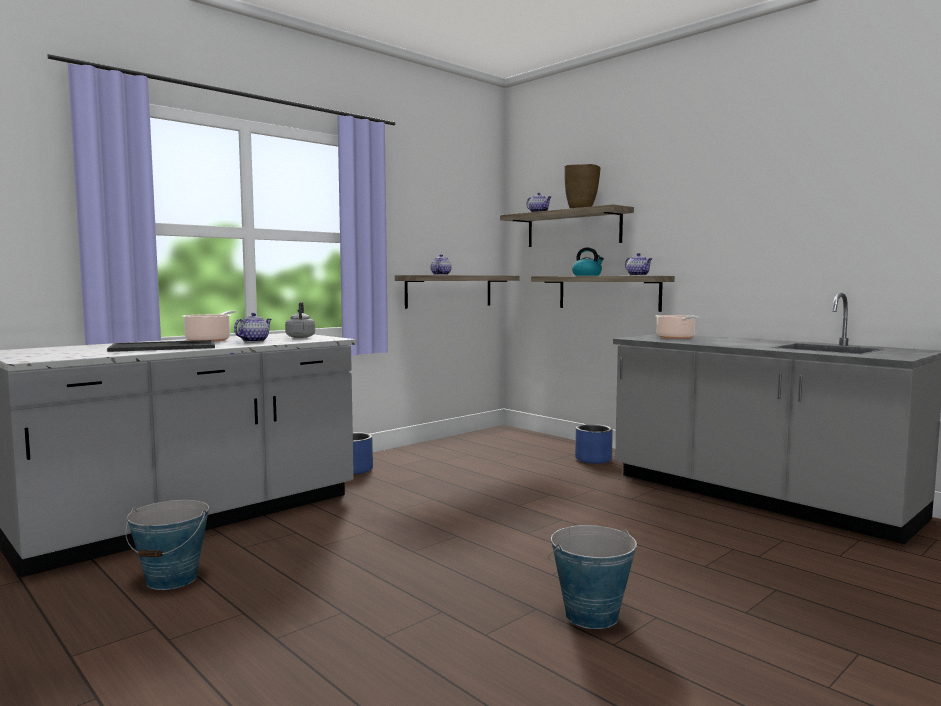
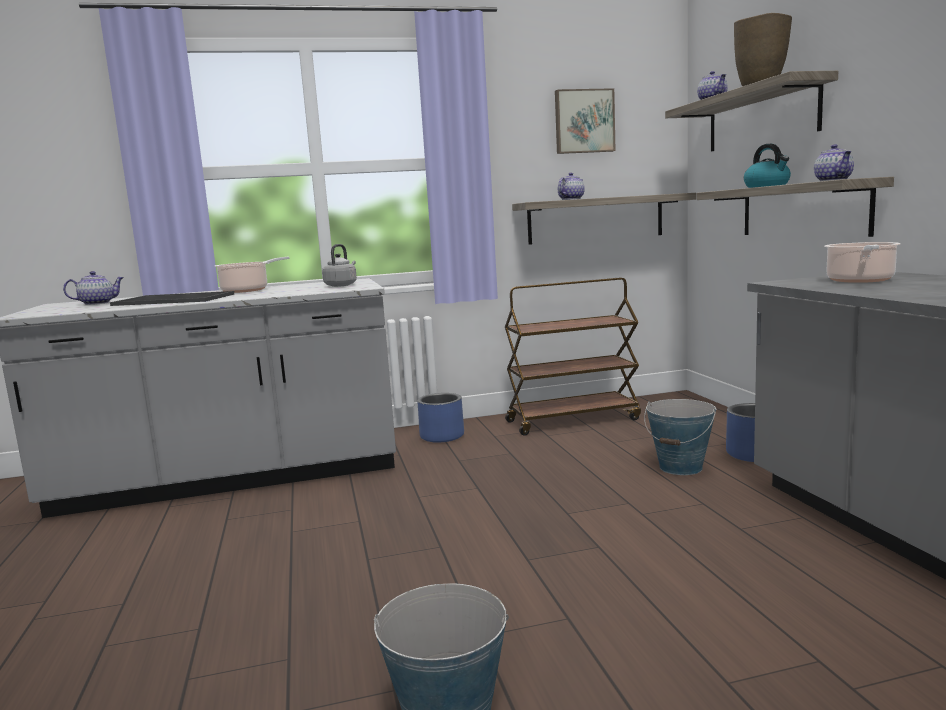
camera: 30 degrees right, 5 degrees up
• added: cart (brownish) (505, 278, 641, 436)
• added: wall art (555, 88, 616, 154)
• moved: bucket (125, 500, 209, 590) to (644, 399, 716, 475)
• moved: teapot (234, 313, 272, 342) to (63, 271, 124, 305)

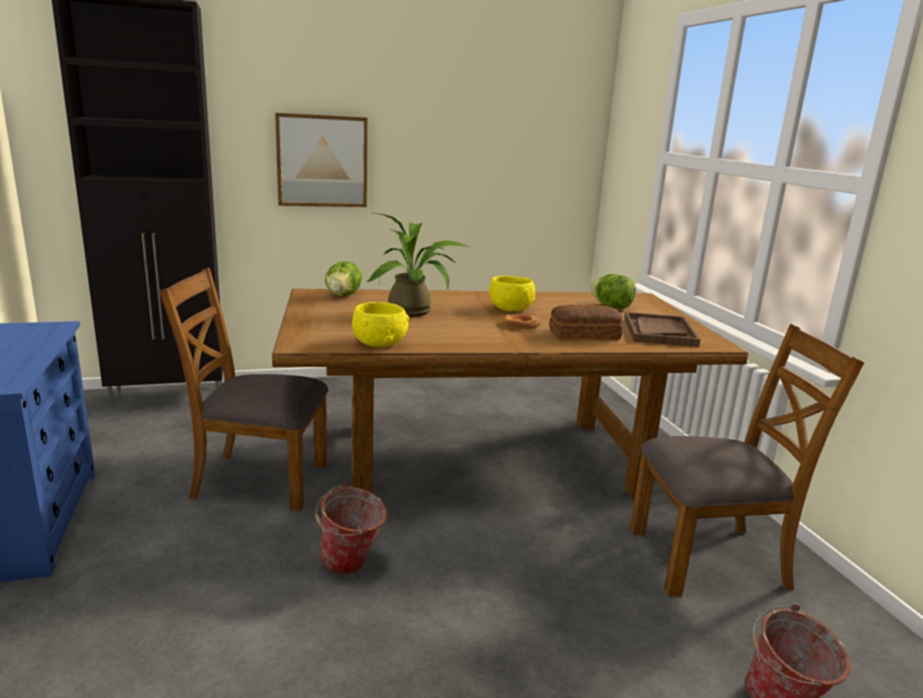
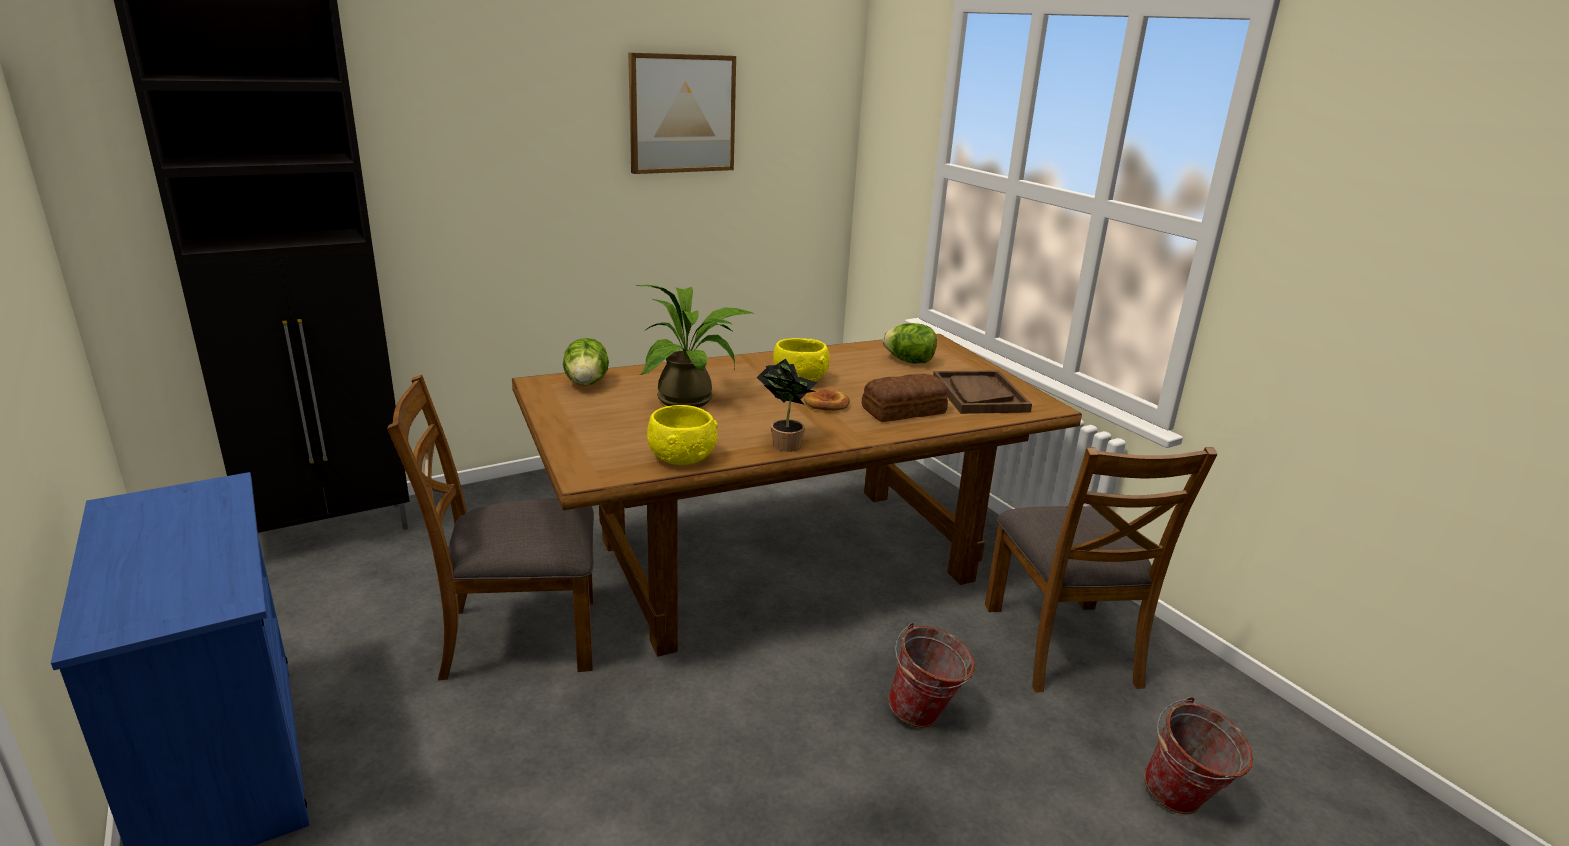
camera: 15 degrees left, 5 degrees up
• added: houseplant (757, 359, 818, 452)
• moved: wall art (275, 113, 367, 207) to (628, 52, 736, 174)
• moved: bucket (315, 482, 387, 574) to (888, 623, 975, 728)
• turned: plain chair (brownish) (630, 324, 865, 597) = (985, 447, 1218, 692) 105 degrees clockwise

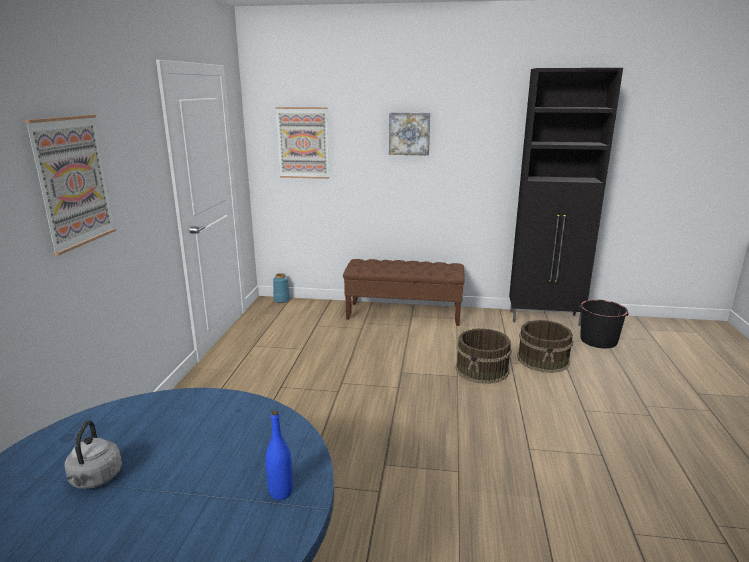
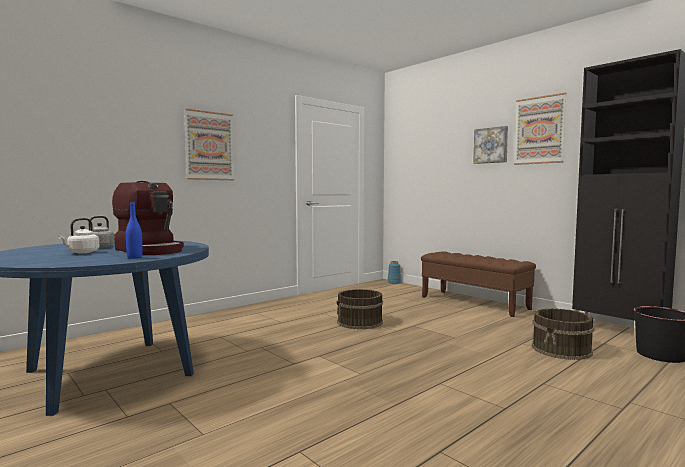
camera: 40 degrees right, 15 degrees down
• added: water kettle (white-coloured) (58, 218, 100, 253)
• added: coffee machine (112, 181, 184, 255)
• moved: wall art (276, 107, 329, 179) to (514, 92, 567, 165)
• moved: bucket (brownish) (456, 328, 511, 384) to (337, 289, 383, 329)

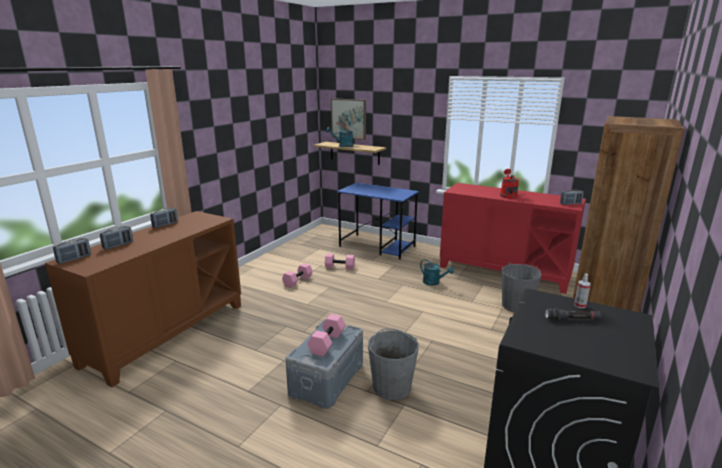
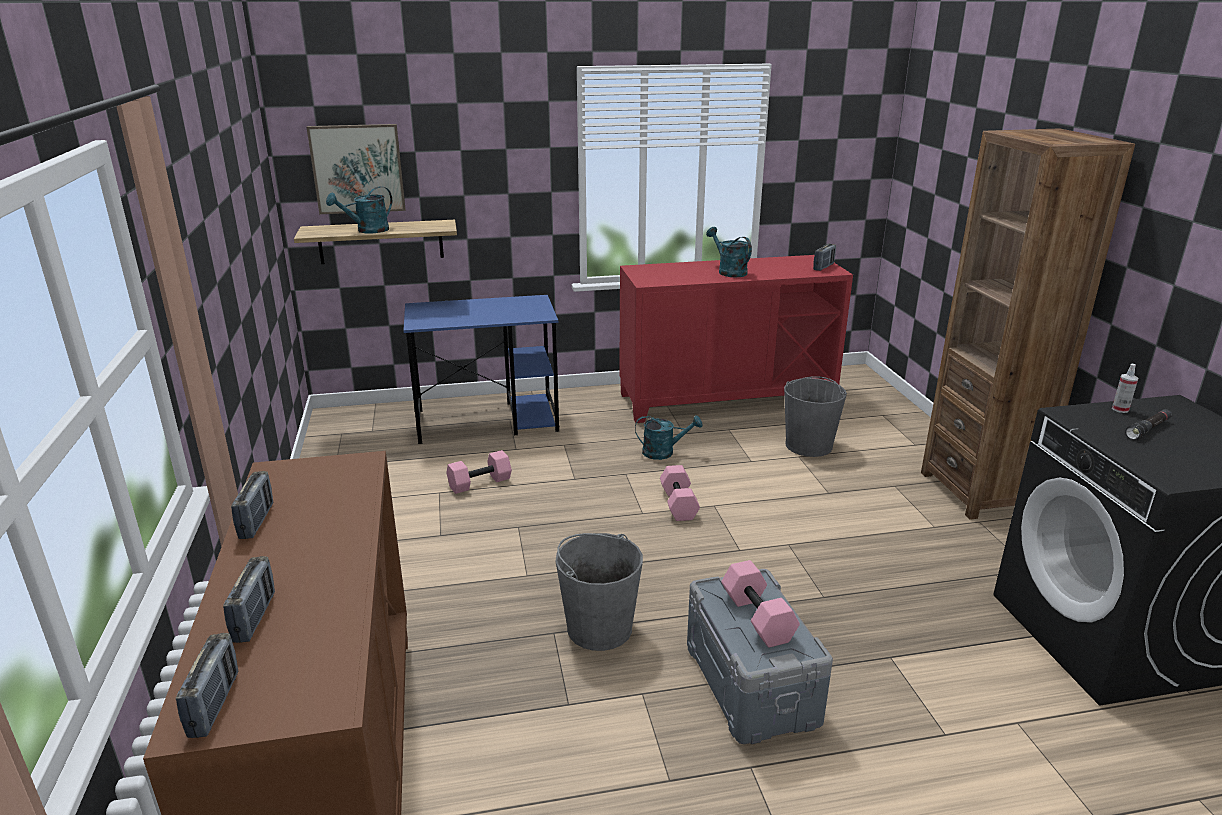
camera: 40 degrees left, 5 degrees up
• moved: free weight (pink) (282, 263, 313, 288) to (660, 465, 700, 521)
• moved: bucket (gray) (368, 328, 419, 400) to (556, 533, 643, 651)
• recoloured: watering can (reddish) (500, 169, 519, 199) to watering can (blue-green) (706, 227, 752, 277)

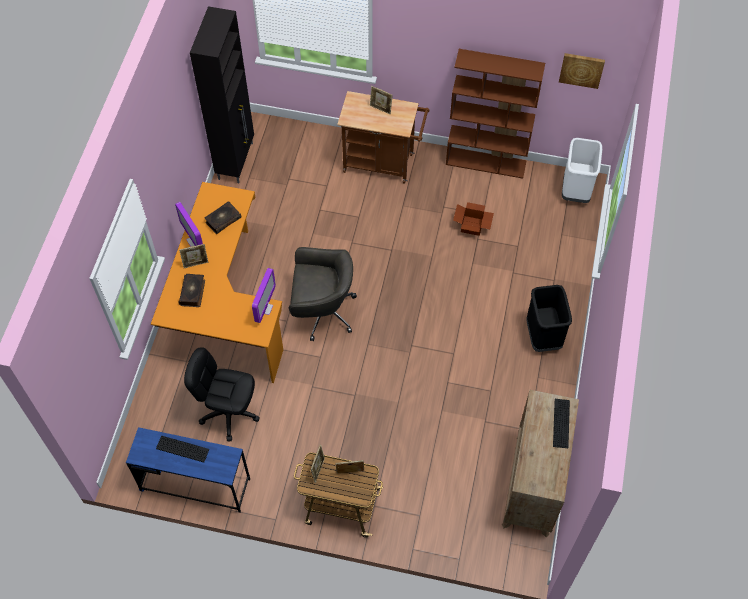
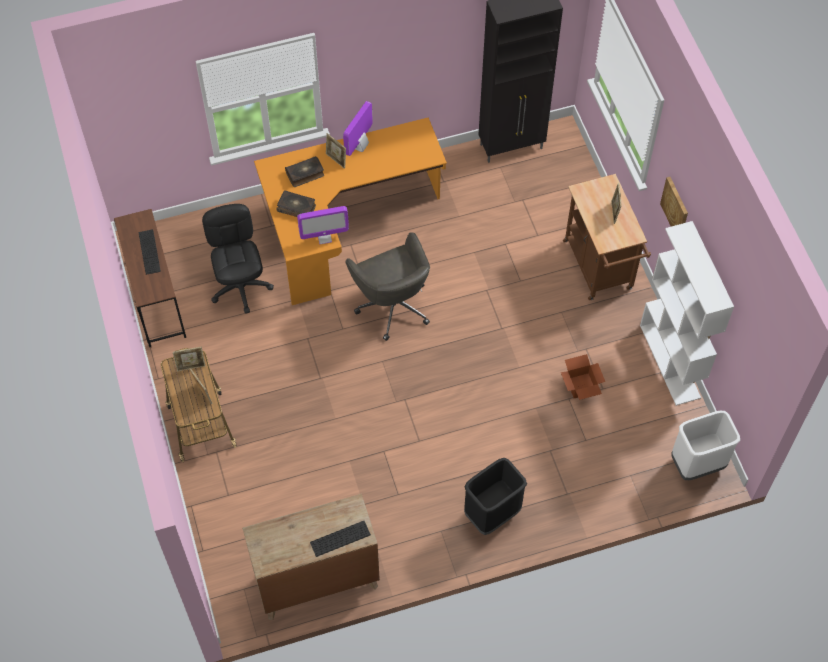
camera: 60 degrees right, 0 degrees up
• moved: volume (205, 201, 242, 234) to (277, 190, 316, 217)
• moved: wall art (559, 53, 605, 89) to (660, 177, 688, 227)
• recoloured: desk unit (blue-coloured) (126, 427, 250, 513) to desk unit (brownish) (114, 209, 186, 347)
• recoloured: bookcase (brownish) (446, 49, 545, 179) to bookcase (white-coloured) (640, 221, 734, 406)

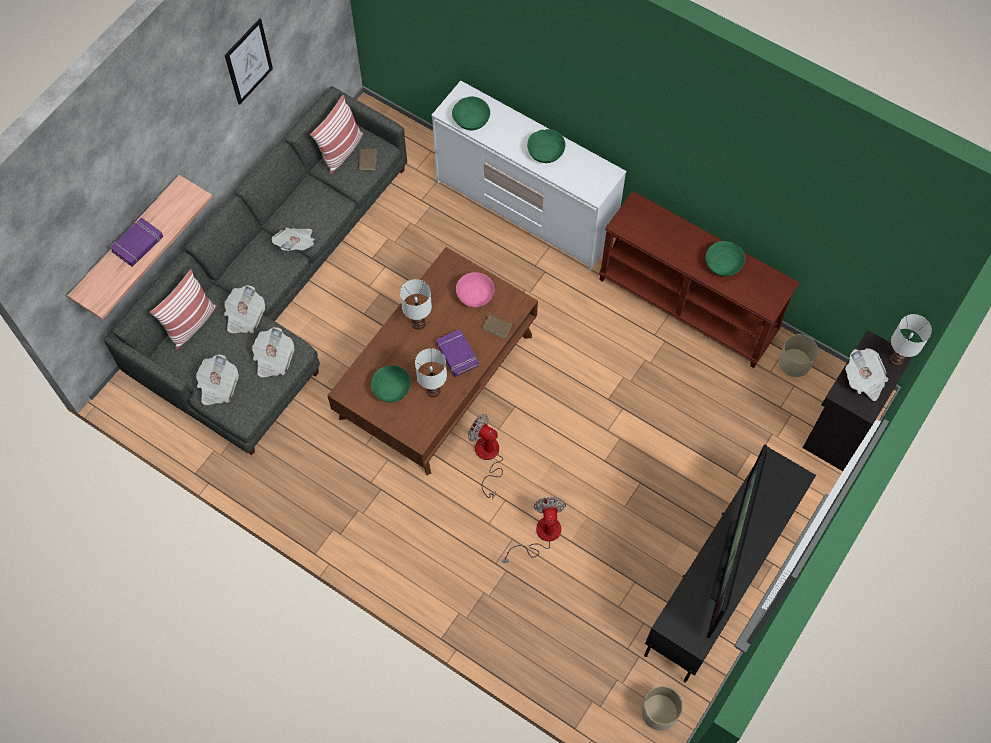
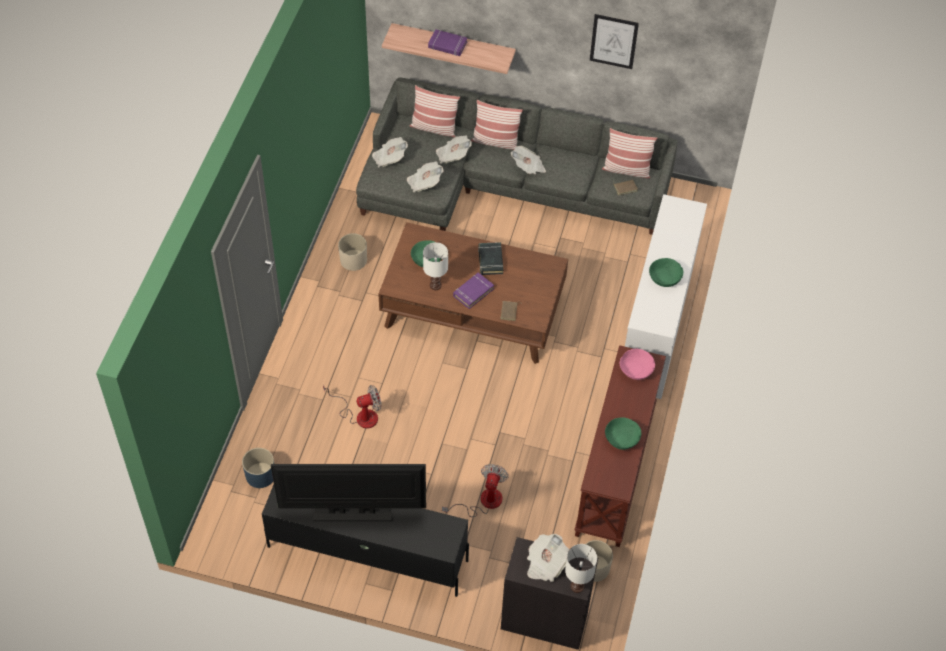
camera: 70 degrees right, 10 degrees down
• removed: serving bowl (green) (452, 96, 490, 130)
• added: planter (blue-coloured) (242, 448, 274, 488)
• added: throw pillow (471, 100, 523, 150)
• moved: serving bowl (pink) (456, 272, 495, 308) to (620, 349, 655, 380)
• moved: fan (468, 414, 503, 499) to (442, 464, 509, 517)
• moved: planter (beige) (641, 686, 683, 731) to (338, 233, 367, 271)
• replaced: table lamp (white-coloured) (400, 279, 432, 330) to volume (blackish) (478, 242, 504, 275)

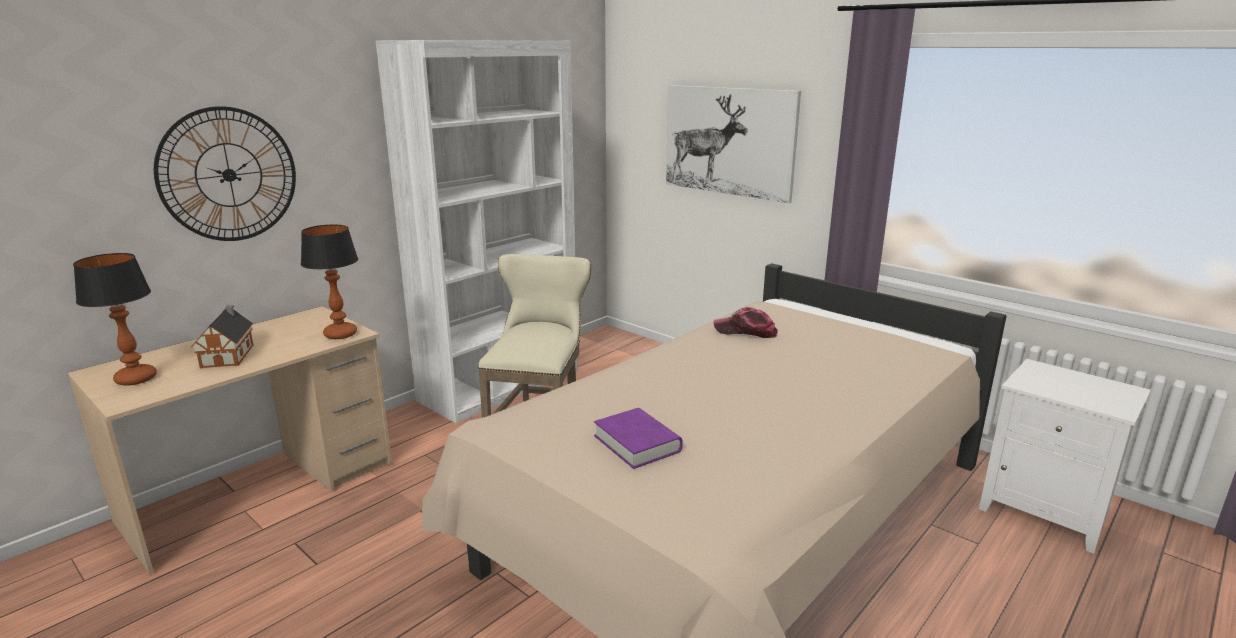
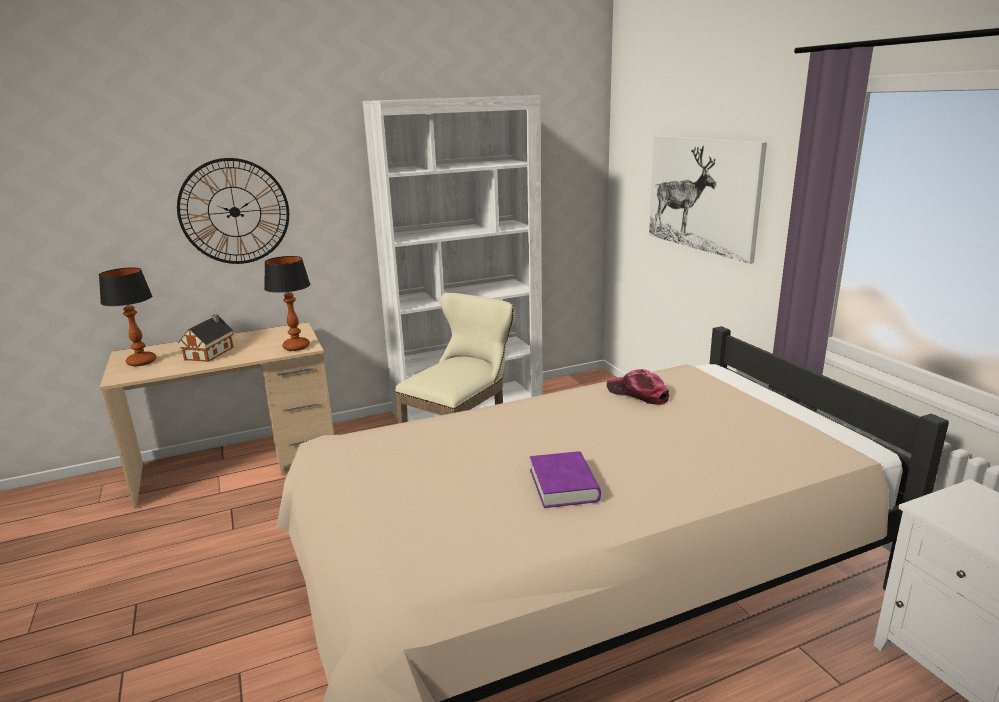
camera: 25 degrees right, 0 degrees up
• moved: volume (purple-coloured) (594, 408, 683, 469) to (530, 451, 601, 508)

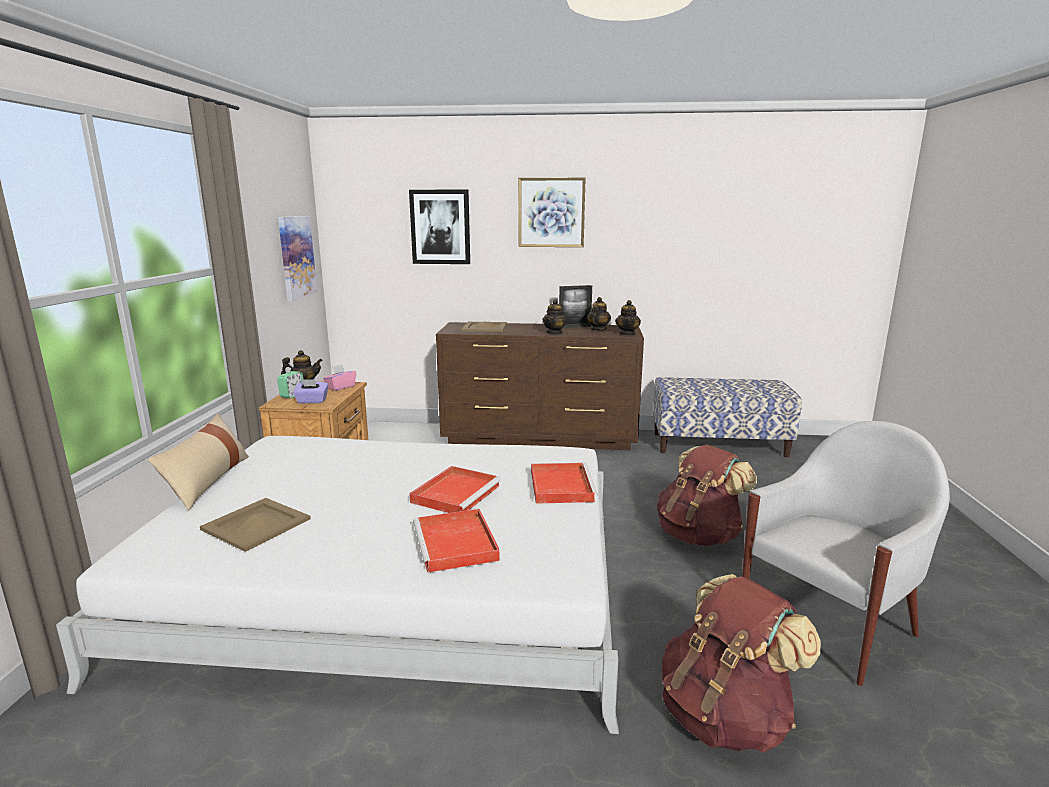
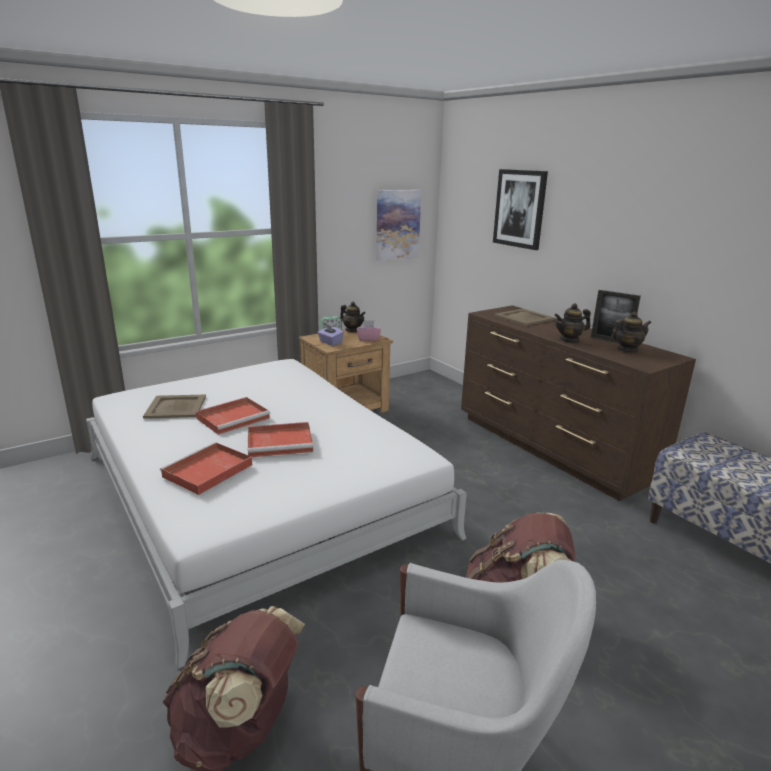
camera: 50 degrees right, 5 degrees up
• removed: throw pillow (beige) (148, 414, 249, 510)
• removed: wall art (518, 178, 586, 247)
• removed: teapot (615, 300, 641, 335)
• moved: tray (reddish) (531, 463, 598, 504) to (195, 397, 270, 435)

